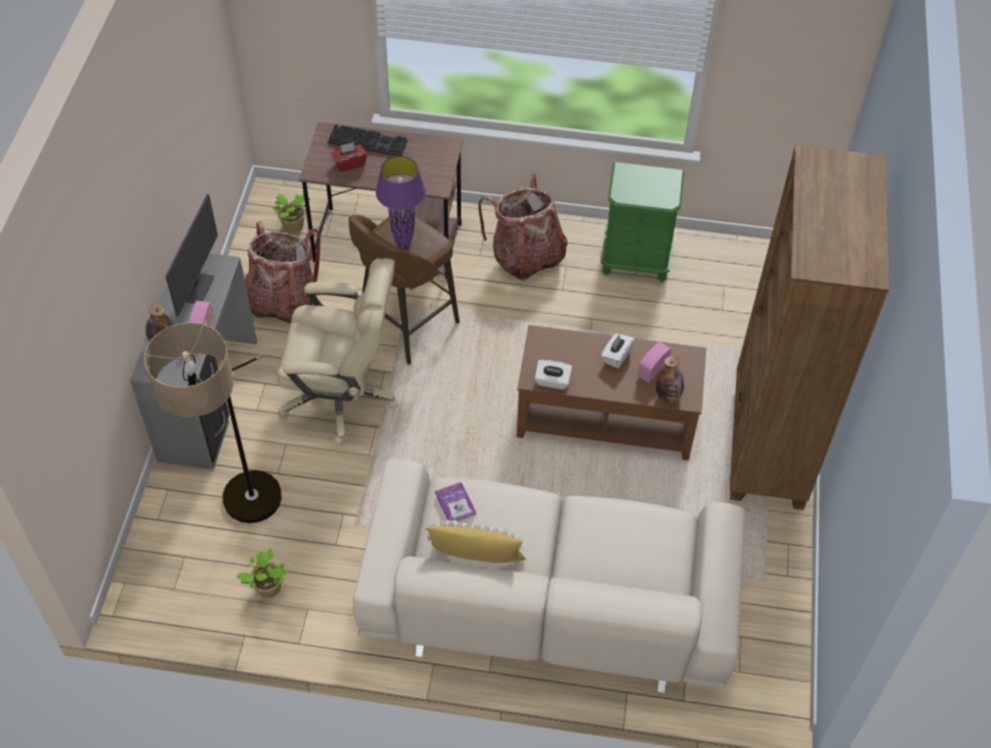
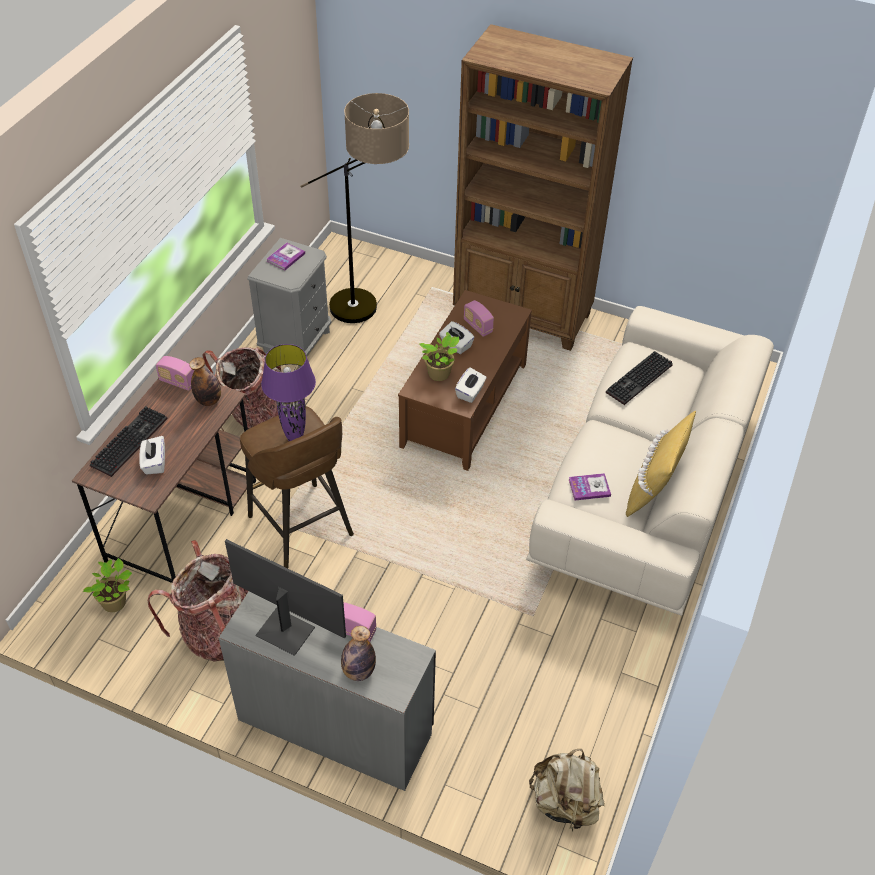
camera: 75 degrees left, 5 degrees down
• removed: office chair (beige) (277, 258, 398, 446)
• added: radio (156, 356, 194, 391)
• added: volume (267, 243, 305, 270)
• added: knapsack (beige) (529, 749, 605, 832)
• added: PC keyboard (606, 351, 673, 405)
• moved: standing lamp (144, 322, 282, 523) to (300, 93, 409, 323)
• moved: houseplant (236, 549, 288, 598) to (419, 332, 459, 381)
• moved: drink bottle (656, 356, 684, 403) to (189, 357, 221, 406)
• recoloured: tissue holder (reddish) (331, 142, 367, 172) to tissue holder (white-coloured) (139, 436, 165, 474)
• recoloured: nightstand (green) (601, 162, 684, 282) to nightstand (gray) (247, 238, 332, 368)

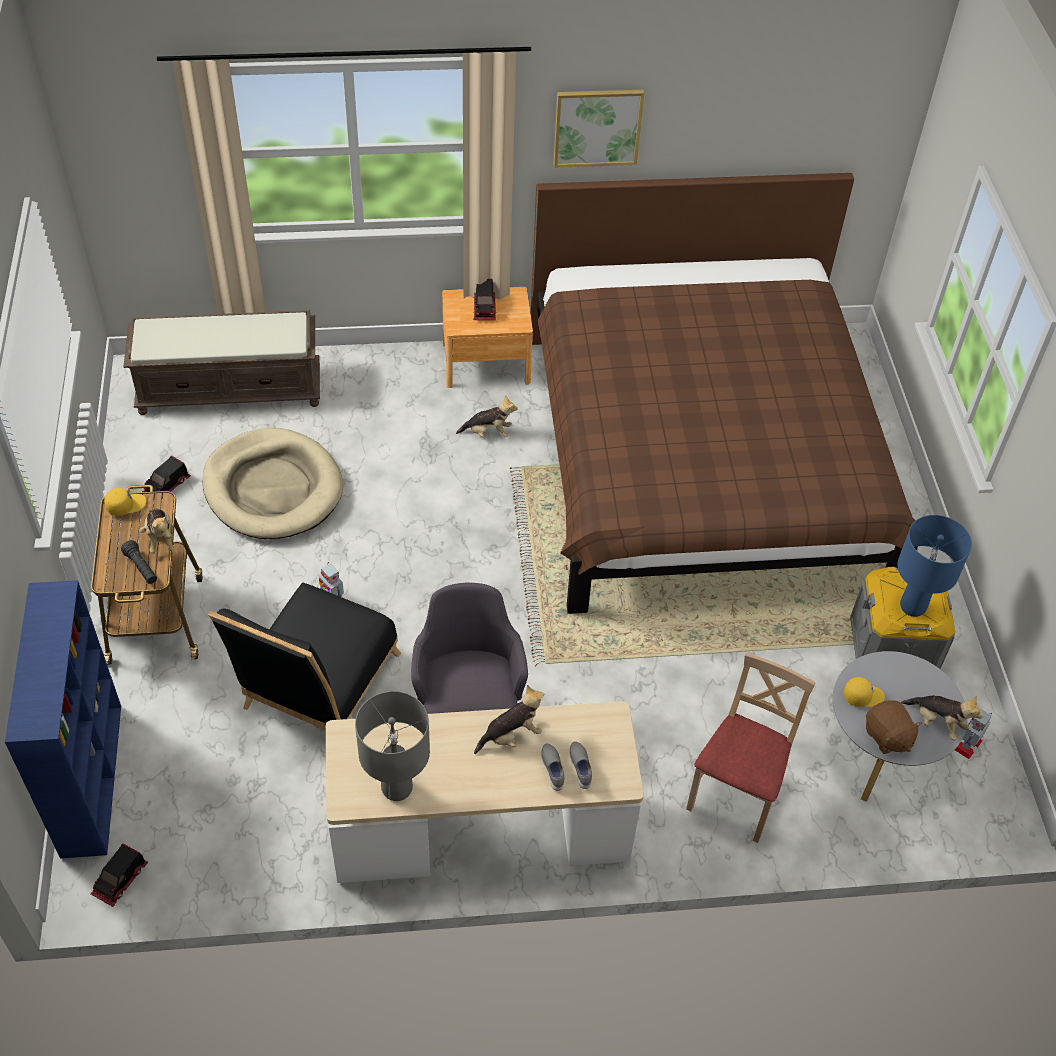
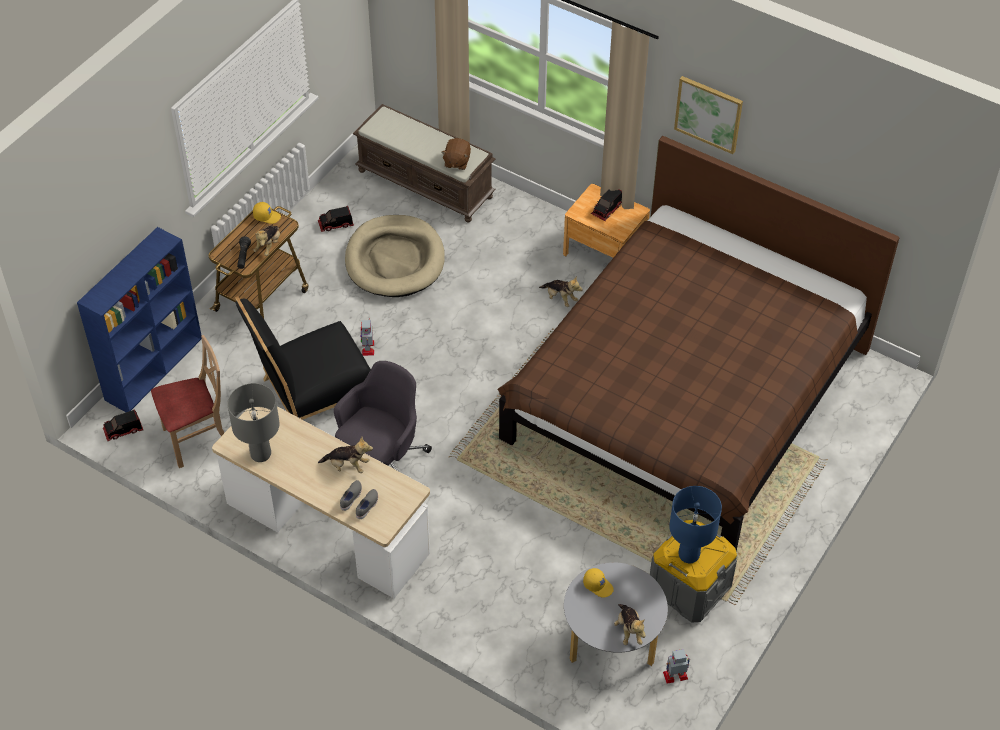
camera: 40 degrees right, 0 degrees up
• moved: plain chair (beige) (686, 653, 815, 843) to (151, 335, 225, 468)
• moved: plush toy (brownish) (866, 700, 922, 754) to (441, 138, 471, 170)

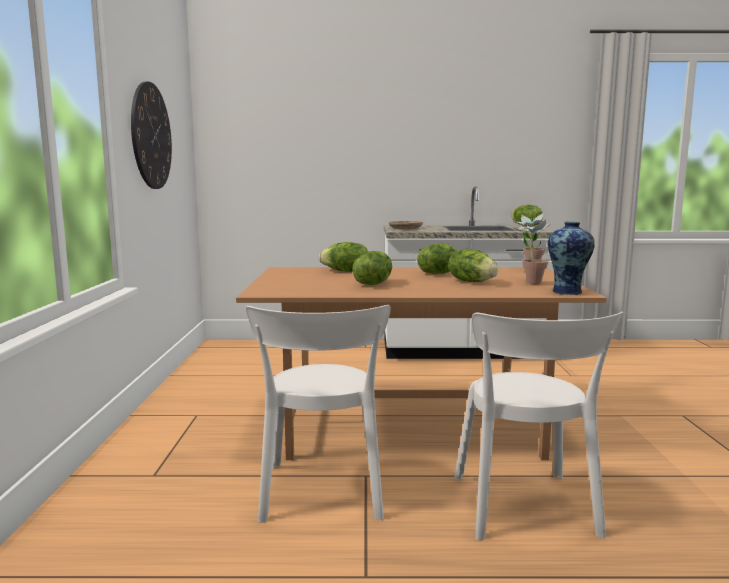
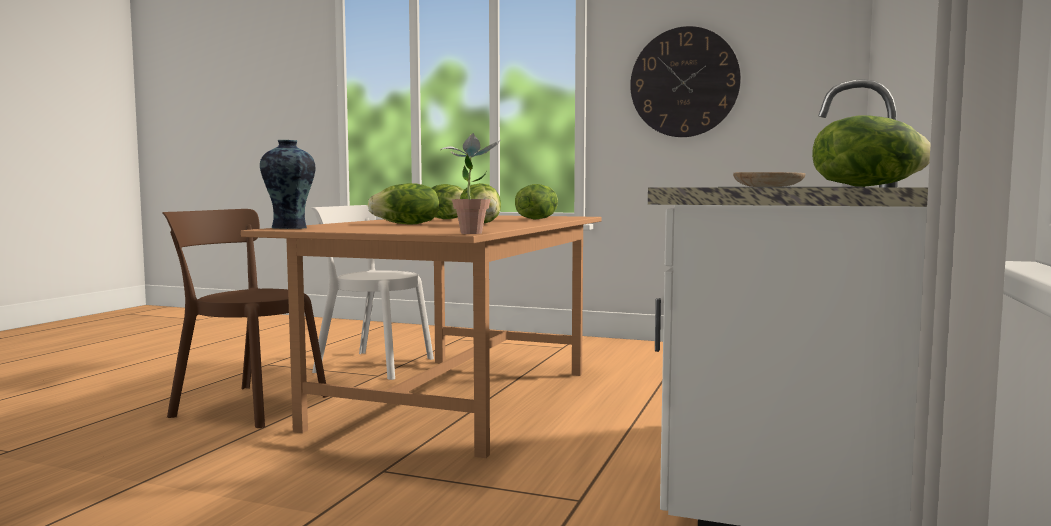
camera: 110 degrees right, 5 degrees down
• removed: houseplant (514, 218, 552, 284)
• recoloured: plain chair (white-coloured) (454, 311, 624, 540) to plain chair (brownish) (162, 209, 328, 428)

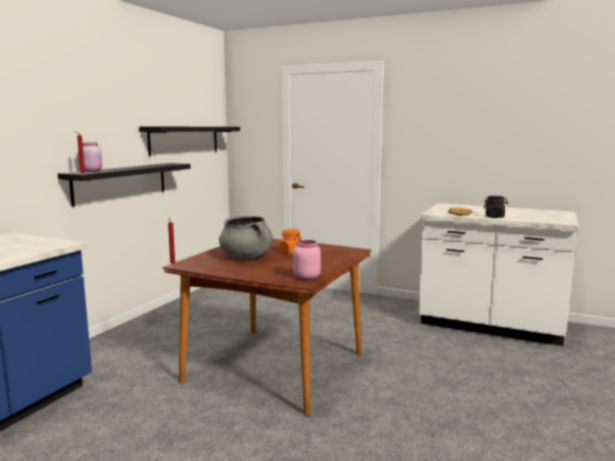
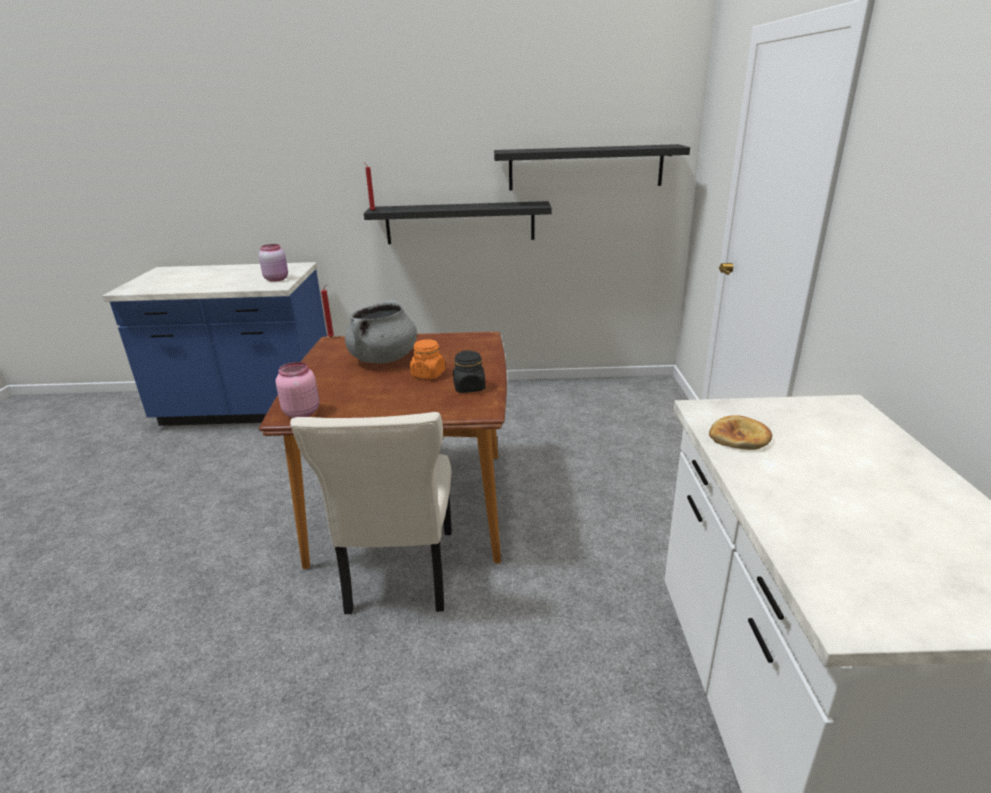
camera: 65 degrees right, 15 degrees up
• added: plain chair (beige) (290, 412, 452, 614)
• moved: preserve jar (pink) (78, 143, 102, 172) to (259, 244, 288, 282)
• moved: preserve jar (blackish) (484, 196, 508, 218) to (453, 350, 485, 393)

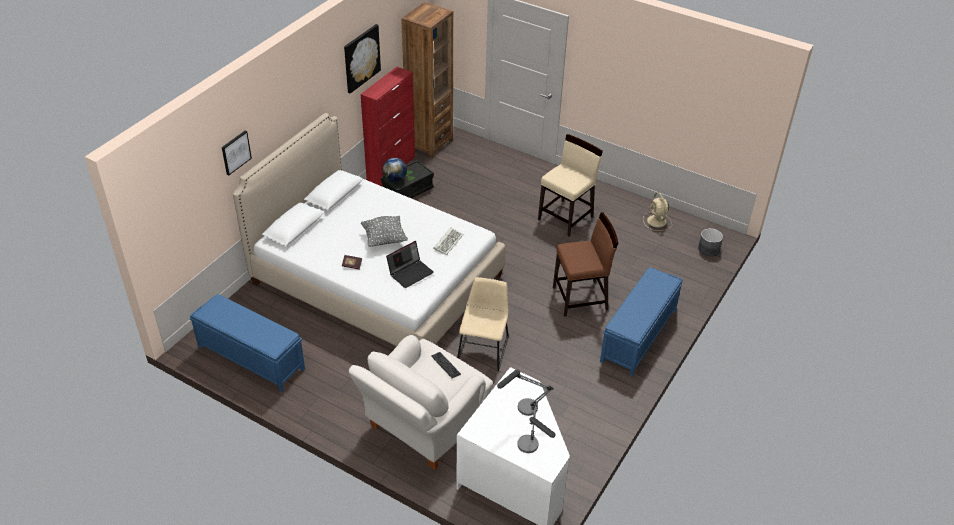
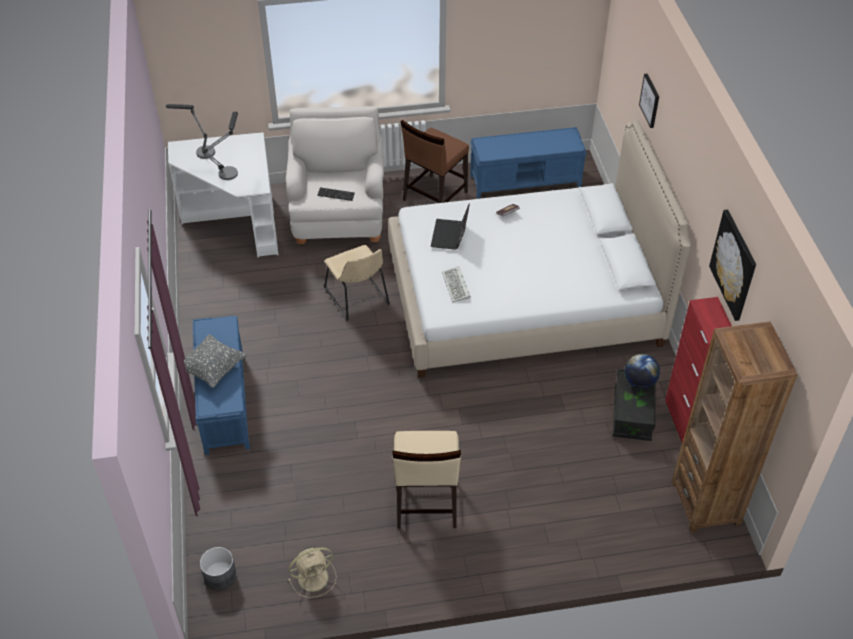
camera: 140 degrees right, 5 degrees up
• moved: throw pillow (gray) (361, 216, 408, 247) to (176, 334, 247, 388)
• moved: plain chair (brownish) (553, 213, 618, 317) to (400, 120, 469, 203)
• turned: fan (beige) (643, 193, 672, 231) = (288, 547, 337, 598) 120 degrees clockwise

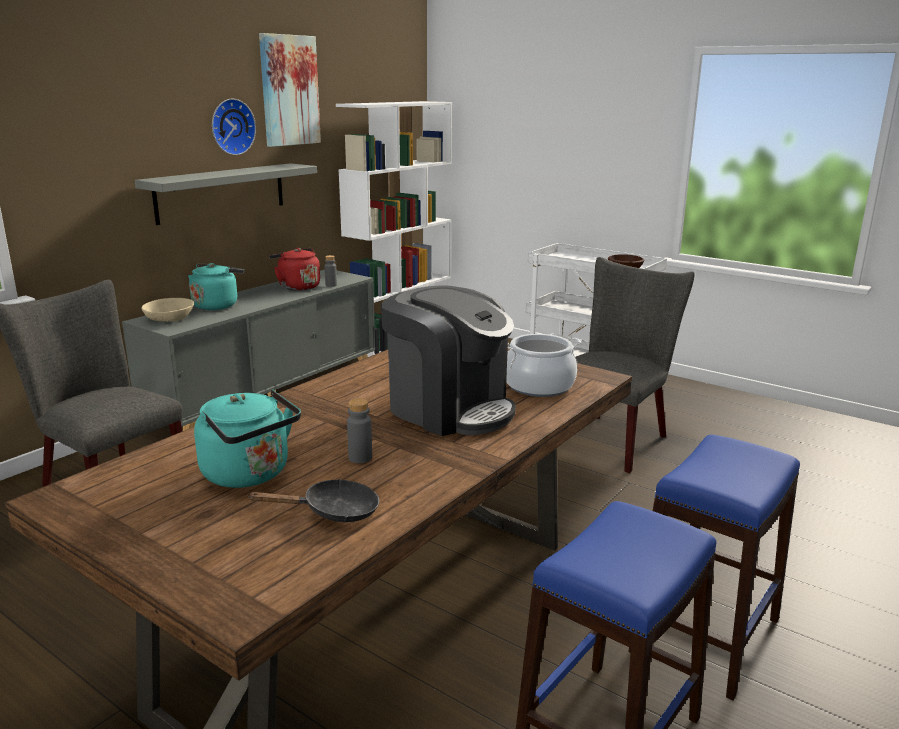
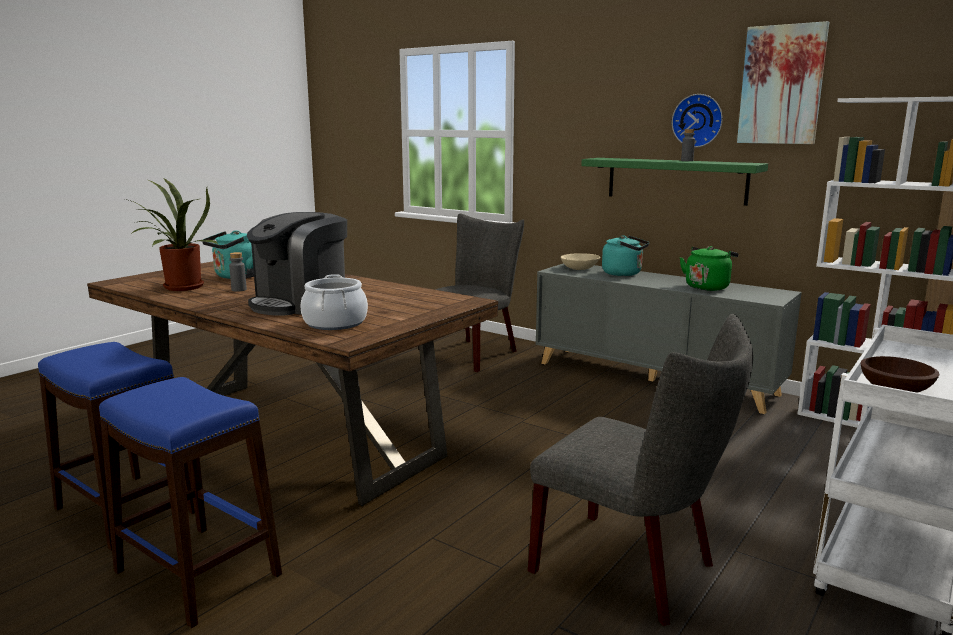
camera: 90 degrees right, 5 degrees down
• moved: drink bottle (gray) (325, 255, 337, 287) to (681, 129, 695, 161)
• replaced: skillet (blackish) (247, 479, 379, 522) to houseplant (125, 179, 218, 291)
• recoloured: bracket shelf (gray) (134, 163, 317, 225) to bracket shelf (green) (581, 158, 768, 206)
• recoloured: water kettle (reddish) (269, 248, 320, 291) to water kettle (green) (680, 246, 739, 291)

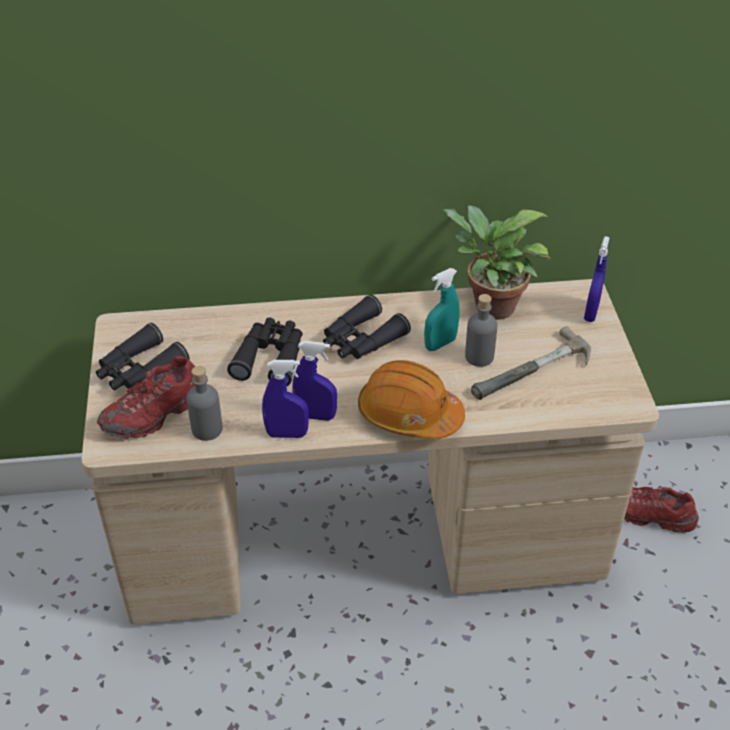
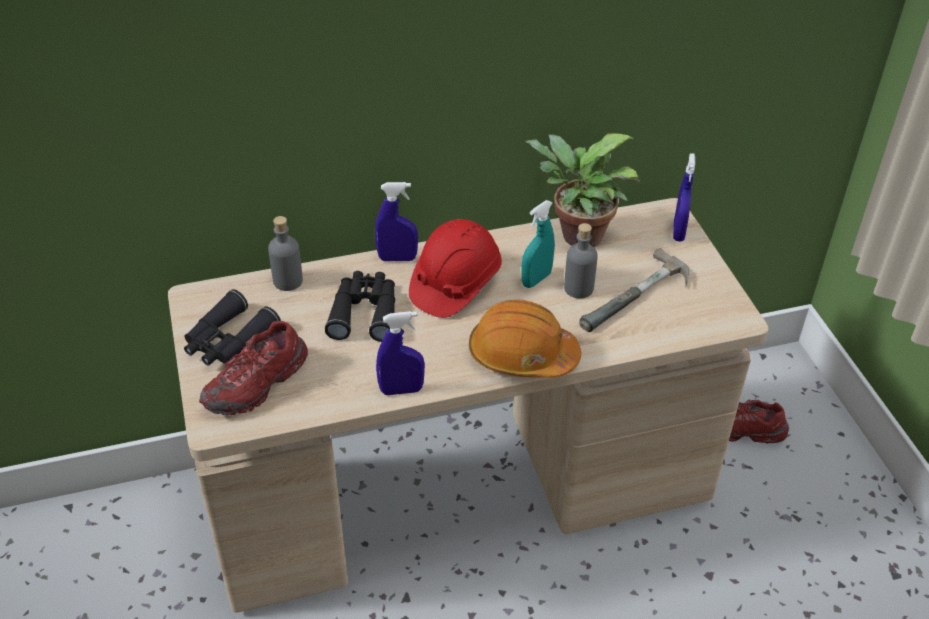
camera: 10 degrees left, 0 degrees up
• moved: drink bottle (gray) (186, 366, 223, 441) to (268, 216, 303, 291)
• moved: sprayer (blue-coloured) (292, 341, 337, 421) to (375, 182, 418, 261)
• replaced: field glasses (blackish) (323, 295, 411, 359) to safety helmet (reddish) (409, 219, 502, 318)

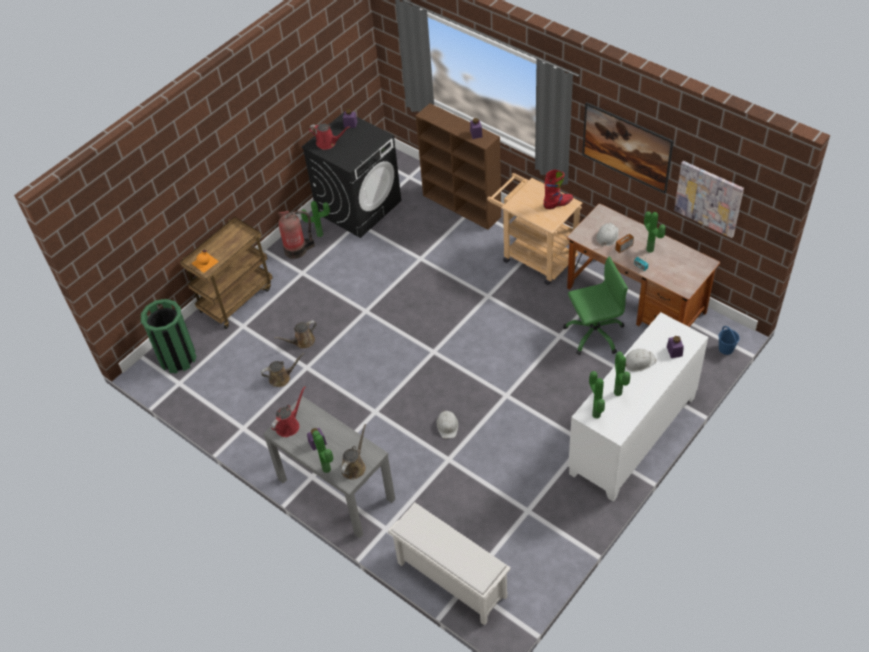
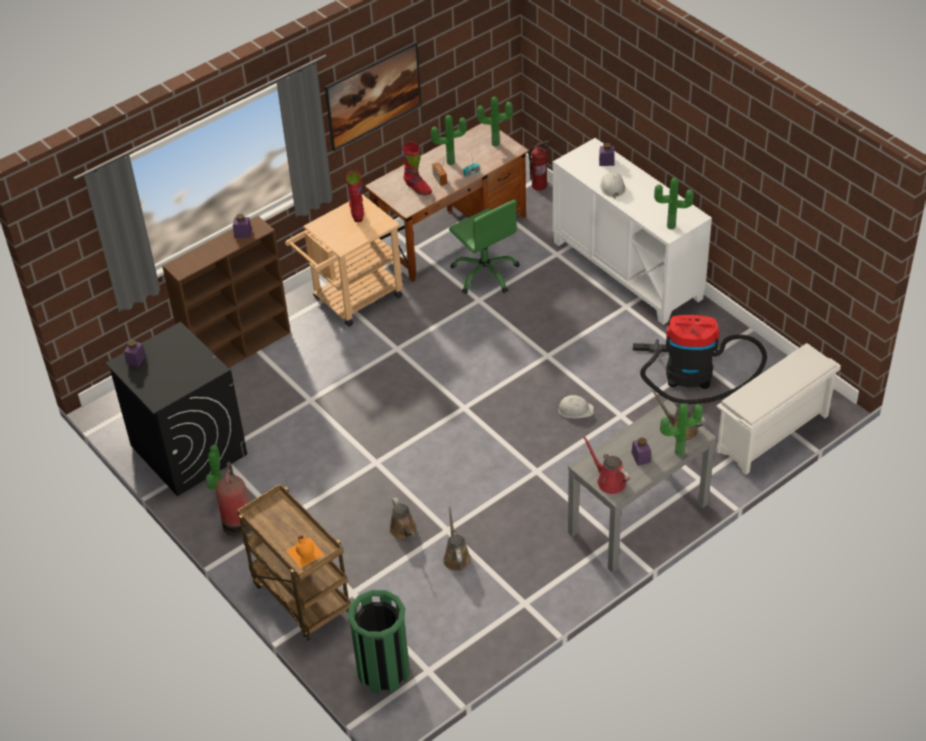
camera: 80 degrees left, 5 degrees down
• removed: watering can (reddish) (309, 123, 350, 150)
• removed: wall art (674, 161, 744, 238)
• added: vacuum cleaner (633, 315, 767, 404)
• moved: houseplant (614, 352, 630, 396) to (477, 97, 513, 147)
• replaced: safety helmet (white-coloured) (596, 223, 619, 246) to high-top boot (reddish) (402, 141, 432, 195)
• replaced: bucket (blue-coloured) (719, 326, 739, 355) to fire-fighting cylinder (529, 141, 550, 191)
• turned: office chair (green) (563, 256, 628, 355) = (449, 200, 520, 294) 150 degrees clockwise

